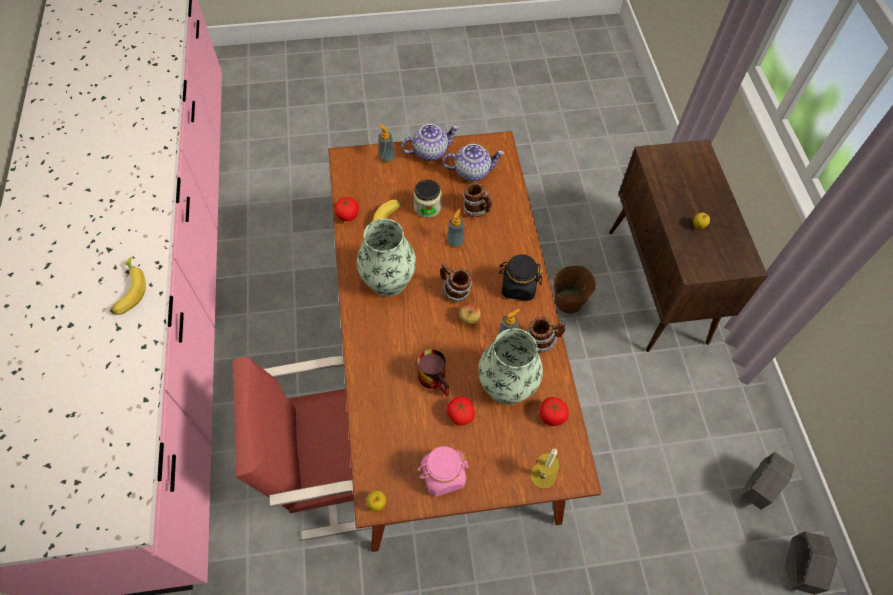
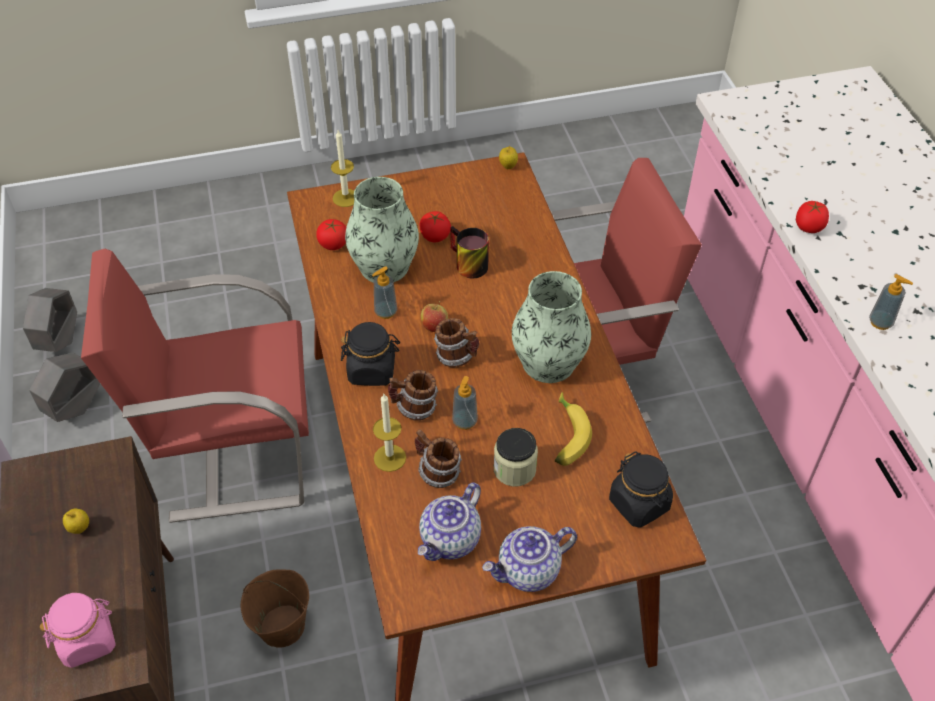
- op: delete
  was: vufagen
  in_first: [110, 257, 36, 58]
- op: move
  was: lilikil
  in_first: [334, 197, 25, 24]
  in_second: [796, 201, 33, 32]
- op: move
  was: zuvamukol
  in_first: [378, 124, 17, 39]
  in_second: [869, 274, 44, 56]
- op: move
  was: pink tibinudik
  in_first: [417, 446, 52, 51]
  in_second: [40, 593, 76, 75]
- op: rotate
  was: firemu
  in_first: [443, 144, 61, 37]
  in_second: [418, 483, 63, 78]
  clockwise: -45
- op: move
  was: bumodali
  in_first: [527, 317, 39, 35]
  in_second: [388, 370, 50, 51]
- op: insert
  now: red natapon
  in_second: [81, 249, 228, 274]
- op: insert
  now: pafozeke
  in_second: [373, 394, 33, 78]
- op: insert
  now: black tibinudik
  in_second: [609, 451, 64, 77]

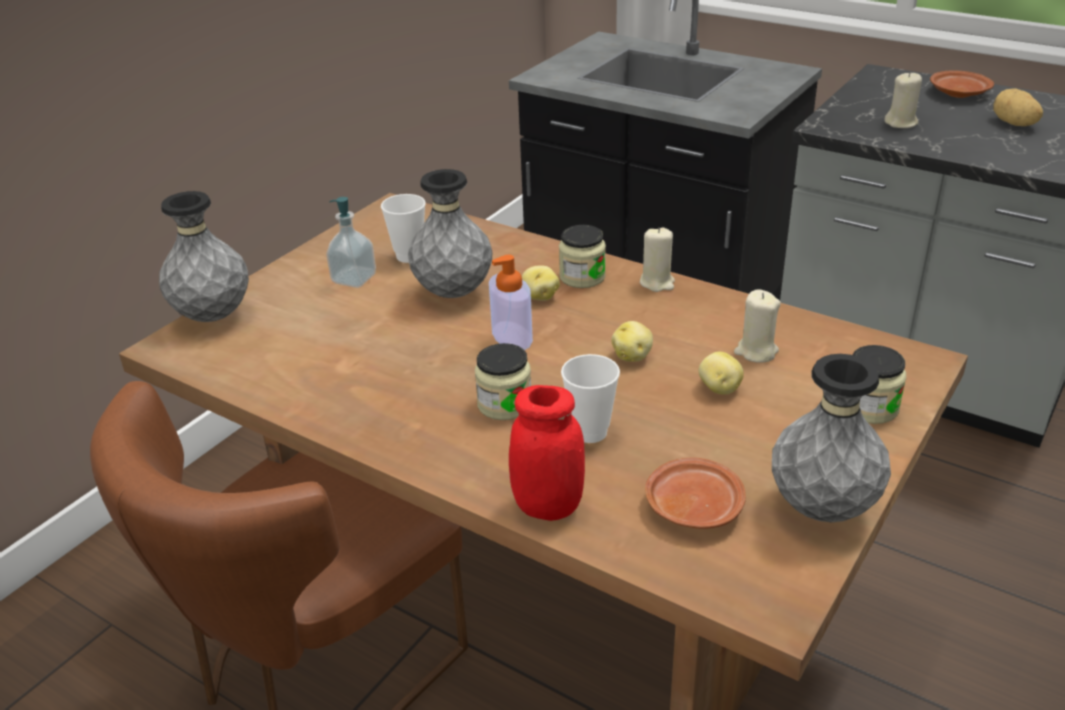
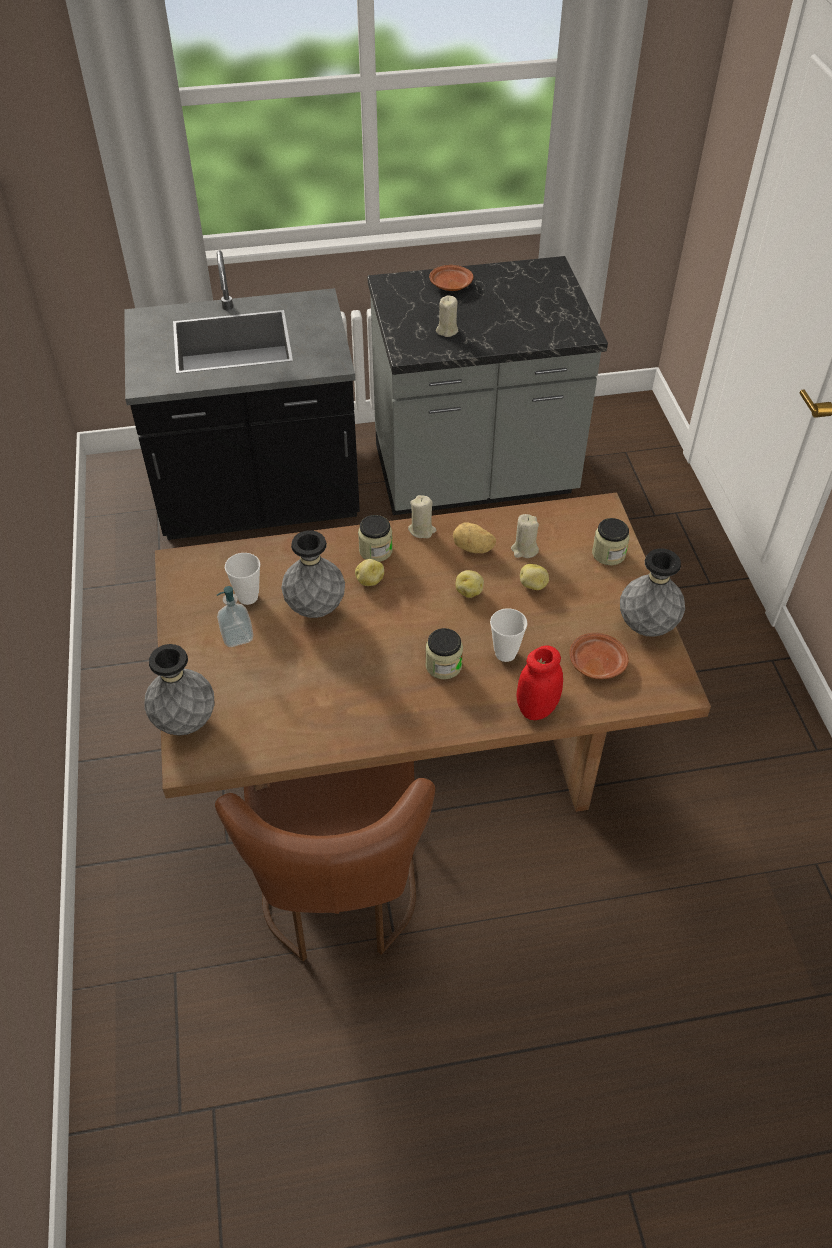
- op: delete
  was: zuvamukol
  in_first: [489, 255, 44, 95]
- op: move
  was: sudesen
  in_first: [993, 88, 50, 38]
  in_second: [453, 522, 43, 31]

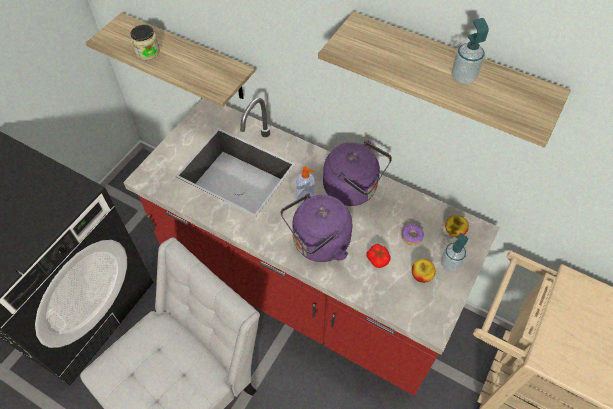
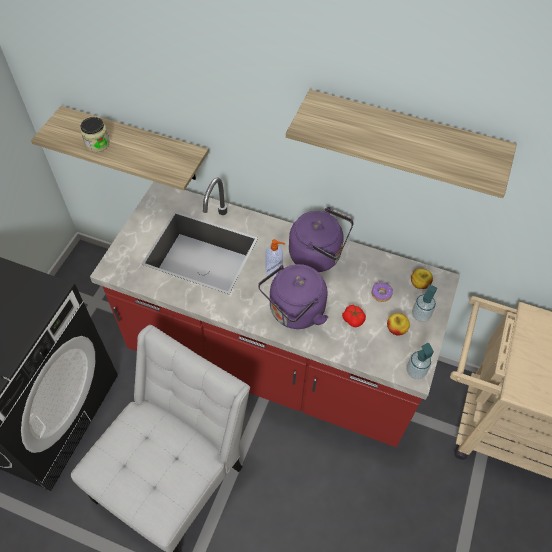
- op: move
  was: zuvamukol
  in_first: [452, 18, 37, 66]
  in_second: [407, 343, 27, 36]

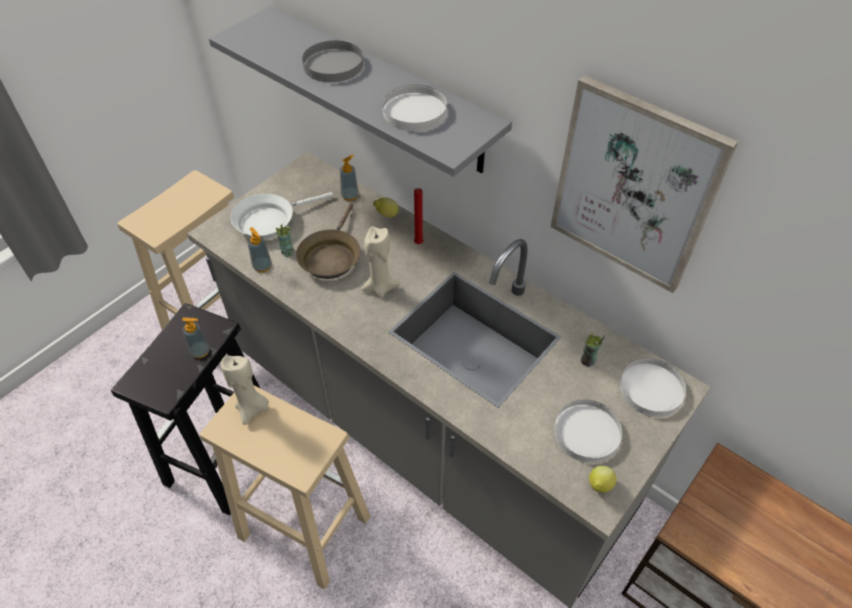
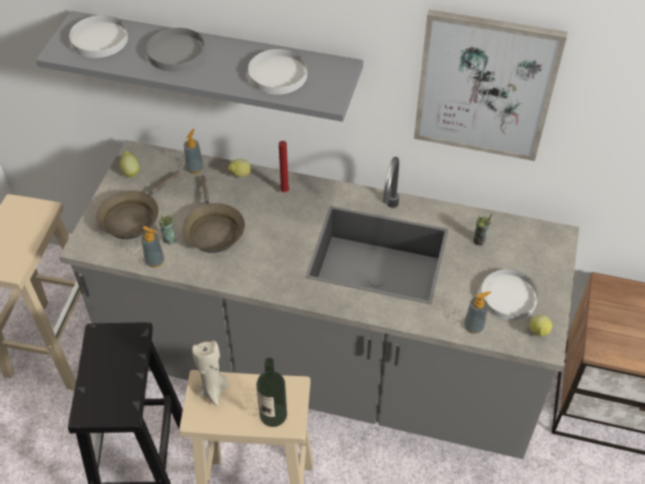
- op: move
  was: zuvamukol
  in_first: [182, 317, 28, 41]
  in_second: [464, 291, 27, 43]
- op: recolor
  was: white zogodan
  now: brown zogodan
  in_first: [231, 192, 102, 47]
  in_second: [96, 171, 85, 68]
- op: delete
  was: beige pafozeke
  in_first: [361, 226, 39, 72]
- op: move
  was: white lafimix
  in_first: [620, 358, 66, 59]
  in_second: [69, 15, 59, 43]
- op: insert
  now: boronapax
  in_second: [120, 151, 20, 27]
- op: insert
  now: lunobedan
  in_second: [256, 358, 31, 69]

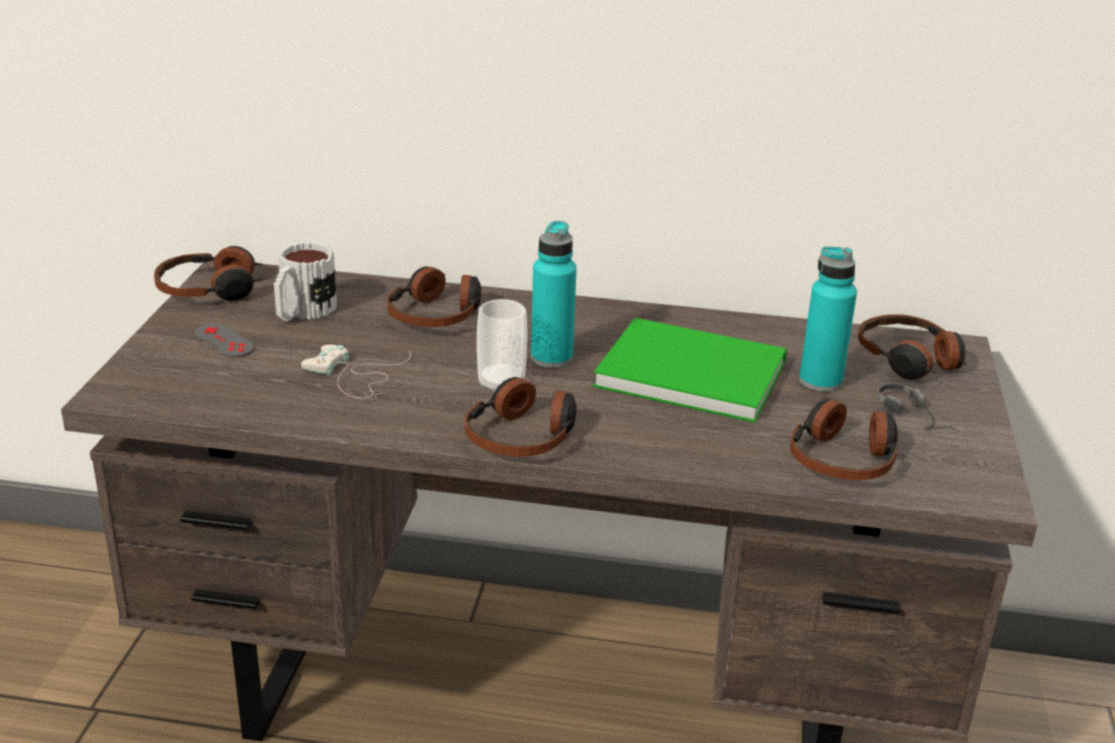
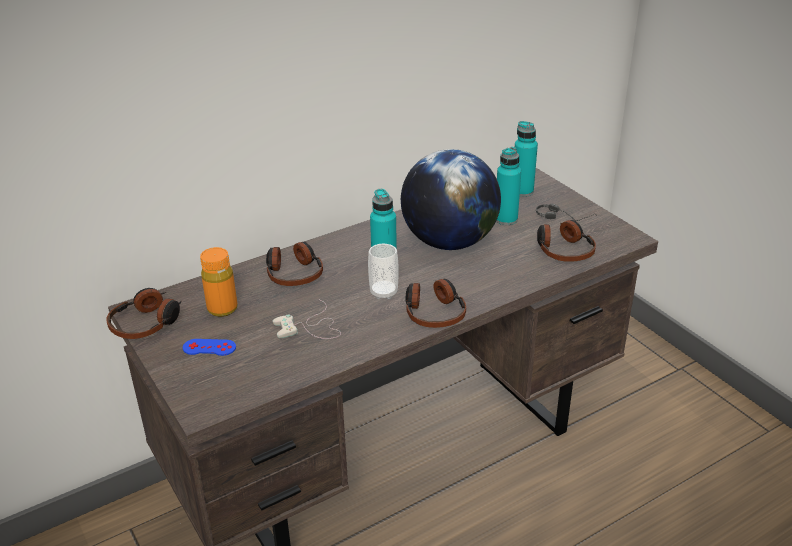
- op: recolor
  was: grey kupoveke
  now: blue kupoveke
  in_first: [194, 323, 60, 35]
  in_second: [183, 339, 53, 17]
- op: replace
  was: bumodali
  now: orange lunobedan
  in_first: [274, 242, 63, 79]
  in_second: [200, 247, 38, 70]
- op: replace
  was: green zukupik
  now: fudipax
  in_first: [593, 318, 194, 105]
  in_second: [401, 149, 100, 101]
- op: replace
  was: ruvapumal
  now: turquoise lunobedan
  in_first: [858, 314, 108, 66]
  in_second: [515, 121, 23, 76]

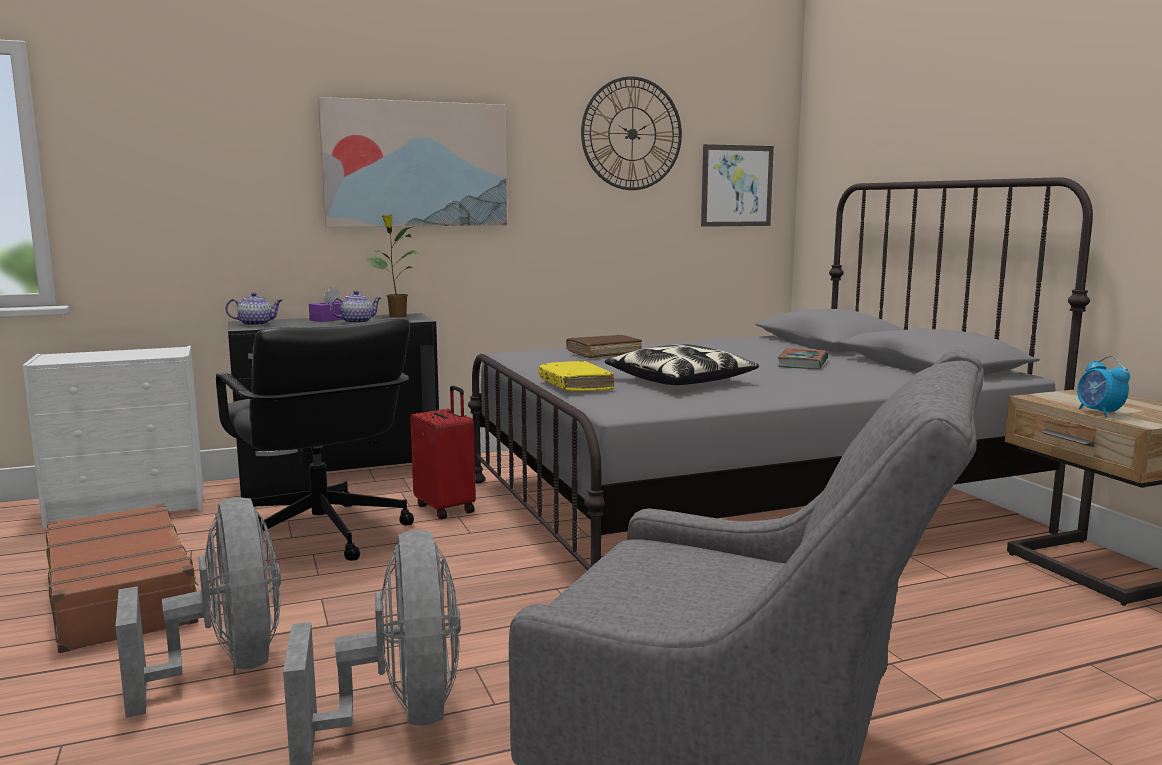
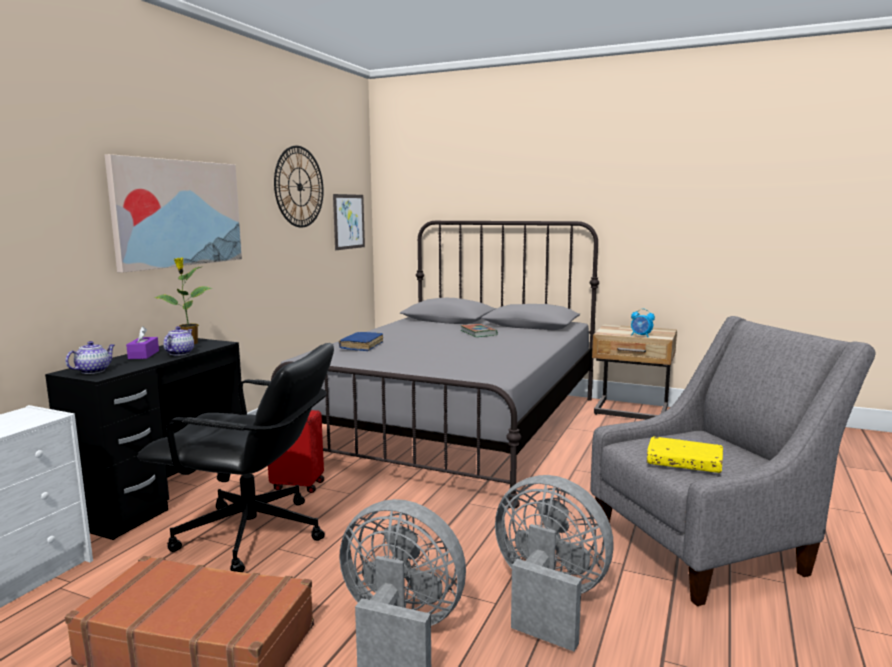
- op: move
  was: yellow zukupik
  in_first: [538, 360, 76, 31]
  in_second: [647, 437, 76, 36]
- op: recolor
  was: brown zukupik
  now: blue zukupik
  in_first: [566, 335, 76, 23]
  in_second: [339, 332, 44, 19]
- op: delete
  was: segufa
  in_first: [605, 344, 154, 41]

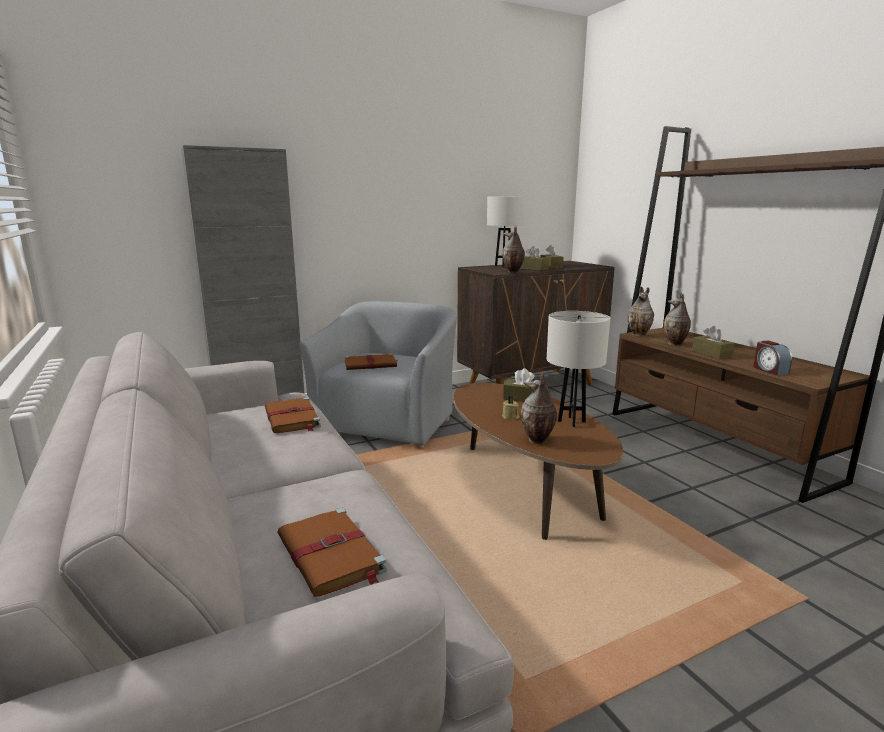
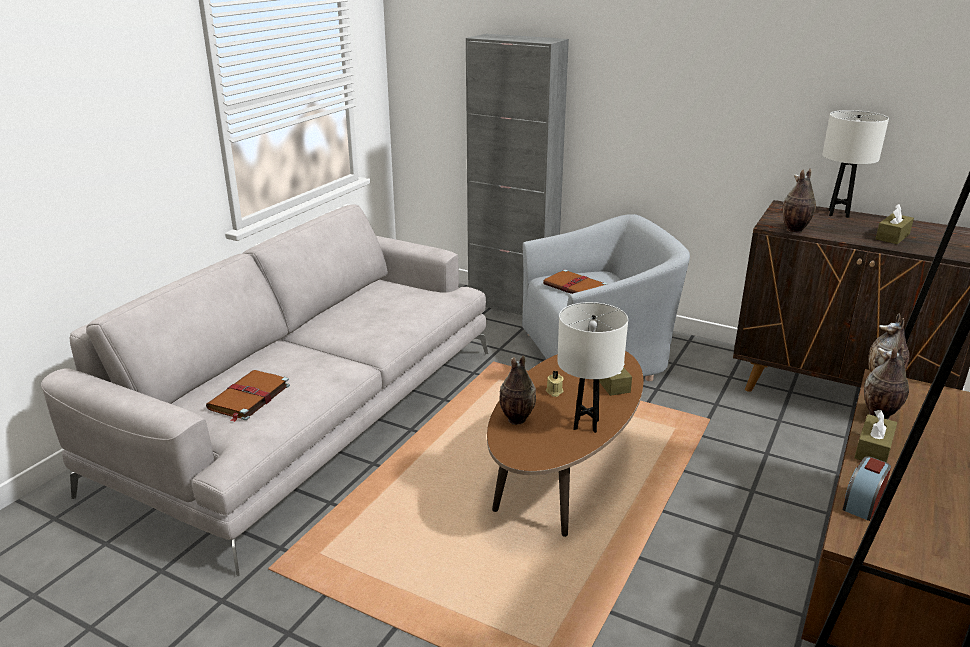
- op: delete
  was: brown zukupik
  in_first: [265, 397, 56, 36]
- op: delete
  was: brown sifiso
  in_first: [520, 246, 29, 25]

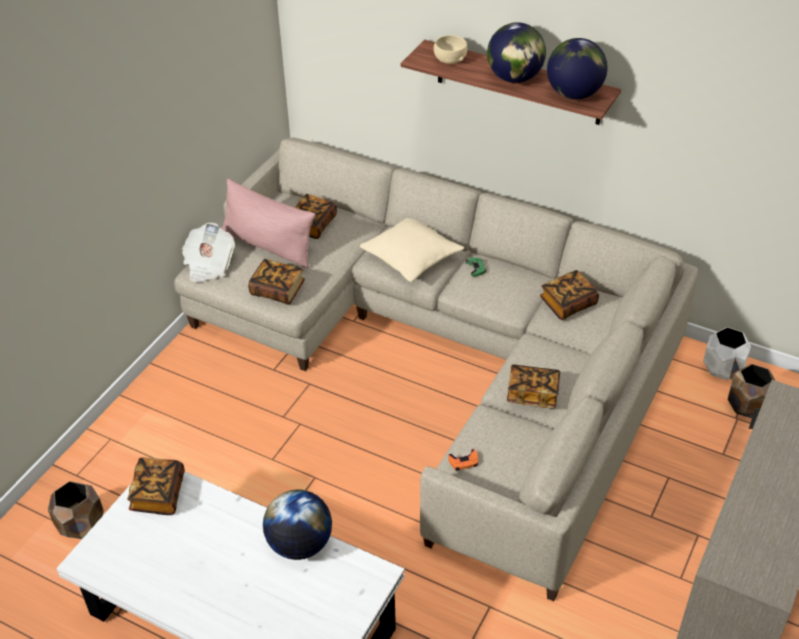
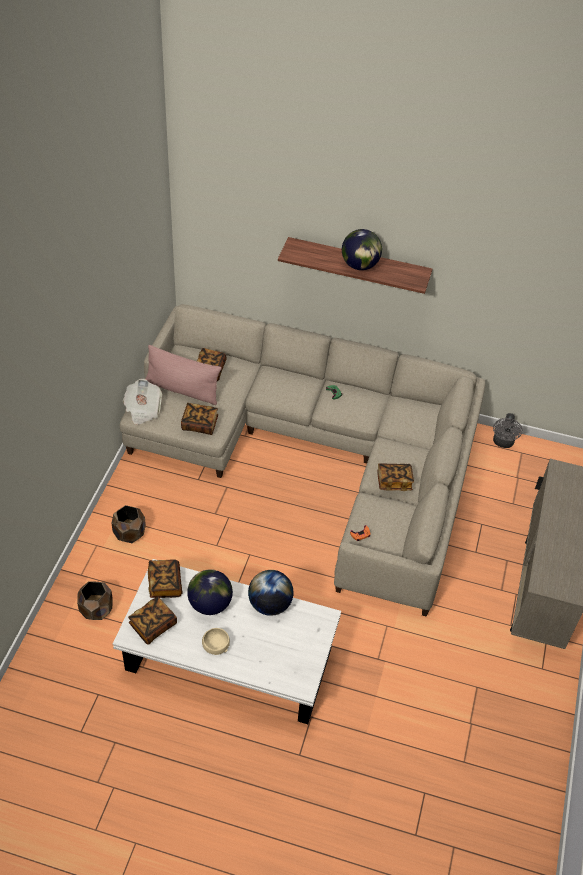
- op: delete
  was: beige segufa
  in_first: [360, 218, 104, 64]
- op: move
  was: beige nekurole
  in_first: [434, 35, 34, 29]
  in_second: [202, 628, 28, 27]
- op: move
  was: zukupik
  in_first: [540, 270, 59, 50]
  in_second: [128, 597, 49, 47]
- op: move
  was: fudipax
  in_first: [547, 38, 61, 61]
  in_second: [187, 569, 46, 46]
- op: replace
  was: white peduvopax
  now: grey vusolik
  in_first: [703, 327, 48, 53]
  in_second: [493, 413, 30, 35]
- op: move
  was: brown peduvopax
  in_first: [728, 364, 47, 54]
  in_second: [111, 505, 35, 38]

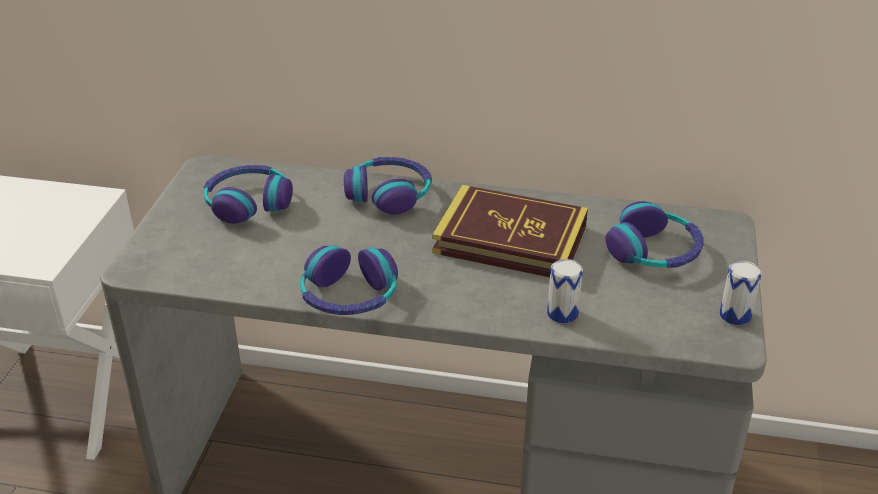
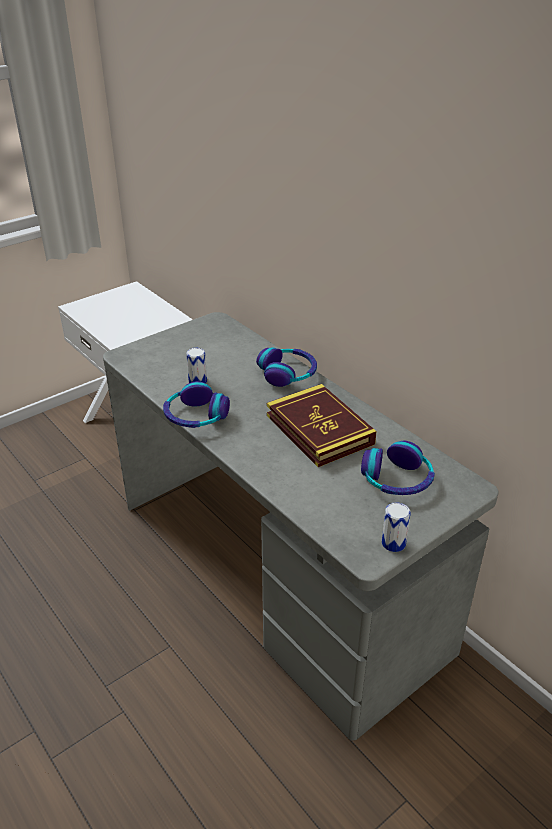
- op: delete
  was: ruvapumal
  in_first: [204, 165, 89, 59]
- op: move
  was: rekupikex
  in_first: [547, 259, 36, 64]
  in_second: [186, 348, 21, 35]

